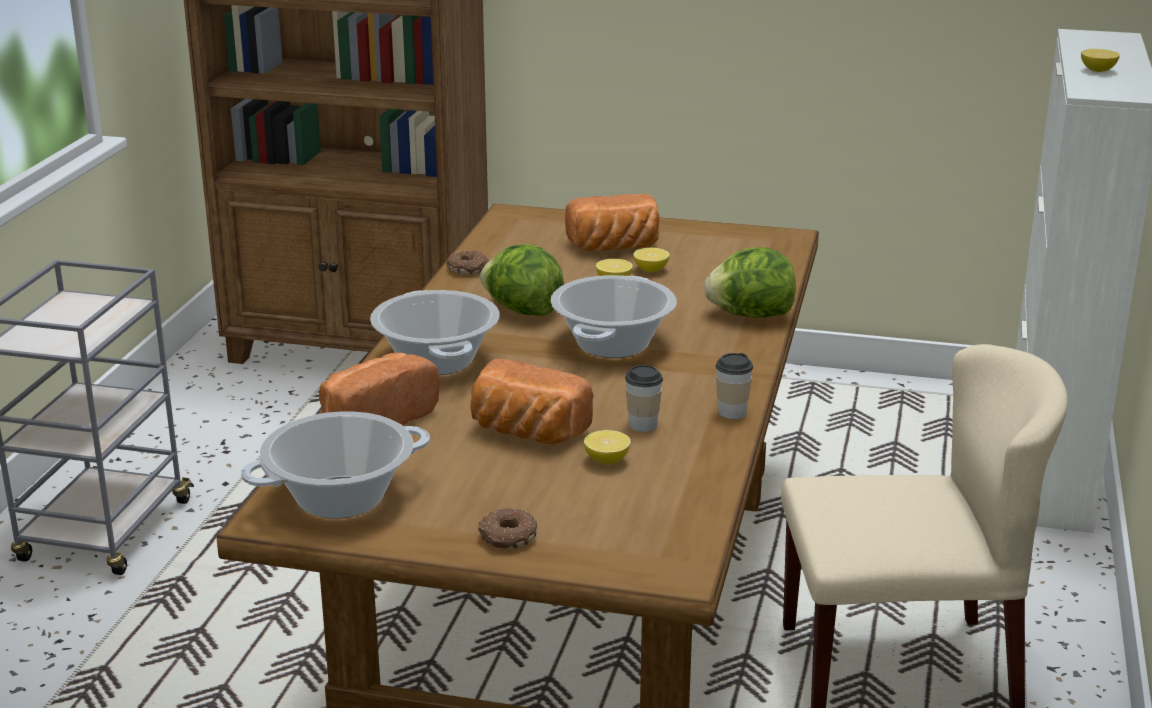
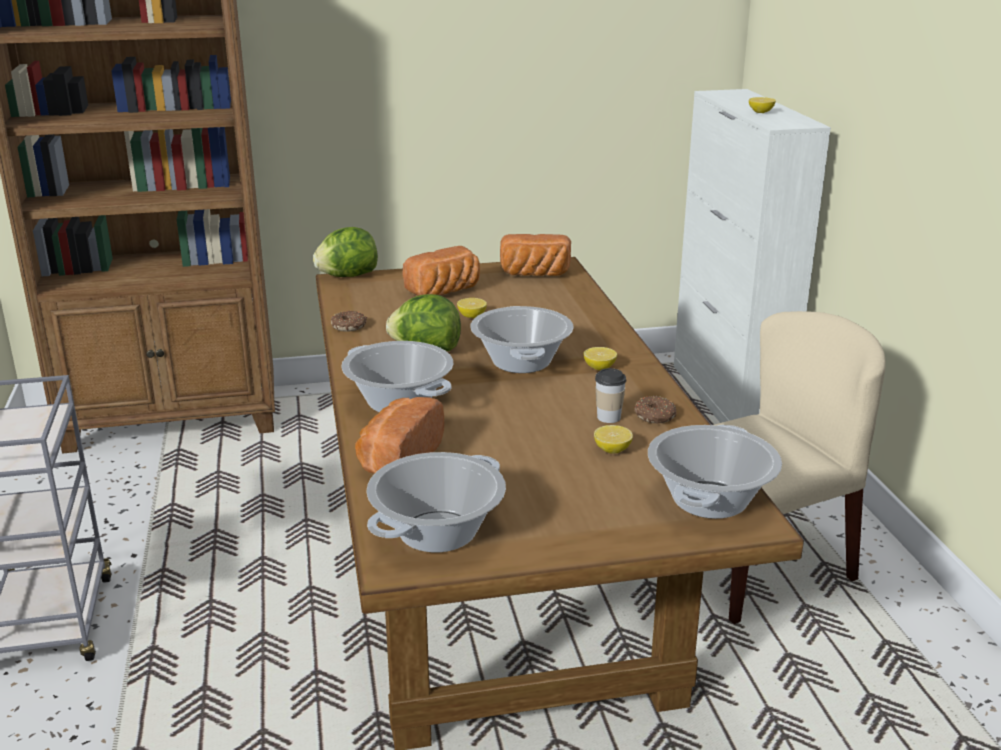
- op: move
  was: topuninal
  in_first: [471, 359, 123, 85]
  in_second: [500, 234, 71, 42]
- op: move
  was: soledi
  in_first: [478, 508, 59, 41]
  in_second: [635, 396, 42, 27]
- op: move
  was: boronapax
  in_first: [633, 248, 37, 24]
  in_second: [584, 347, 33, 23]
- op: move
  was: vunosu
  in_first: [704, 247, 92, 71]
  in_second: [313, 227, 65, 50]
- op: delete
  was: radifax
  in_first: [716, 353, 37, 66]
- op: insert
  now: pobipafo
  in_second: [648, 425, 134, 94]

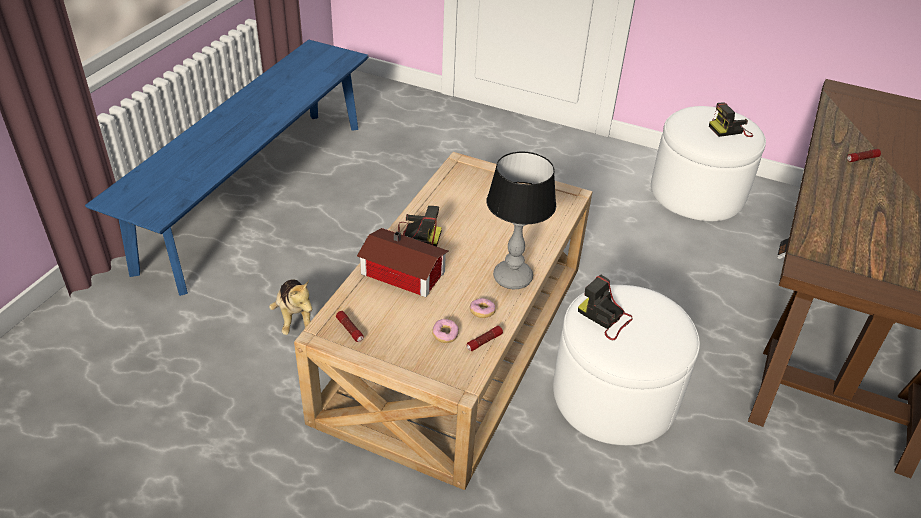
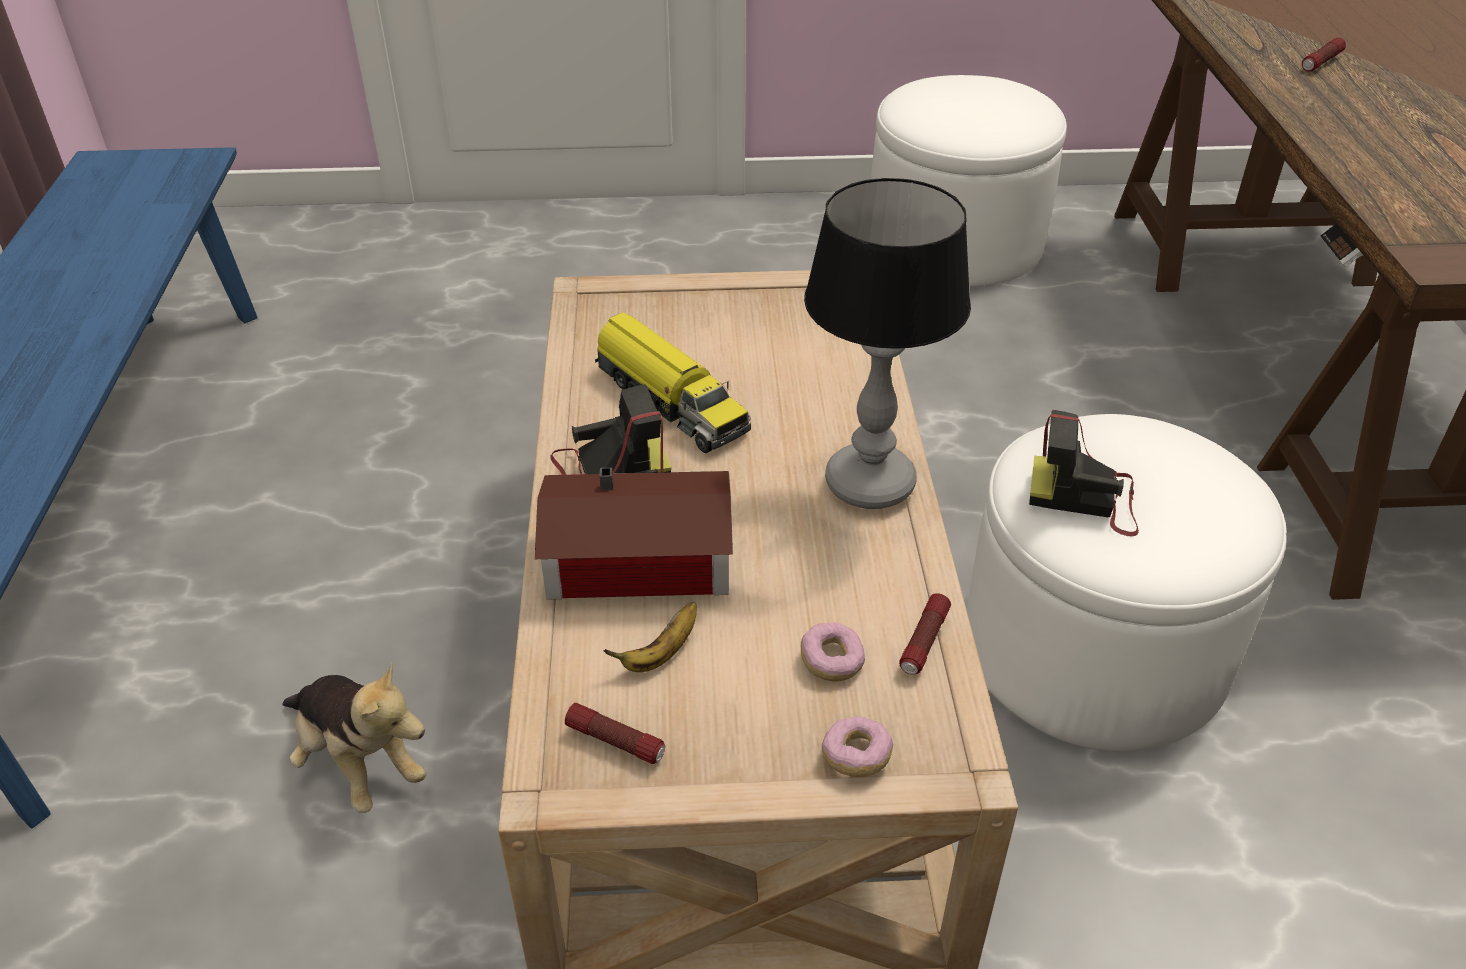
- op: move
  was: soledi
  in_first: [470, 298, 26, 20]
  in_second: [822, 717, 71, 60]
- op: delete
  was: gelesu
  in_first: [709, 103, 44, 34]
- op: insert
  now: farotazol
  in_second: [595, 312, 156, 141]
- op: insert
  now: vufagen
  in_second: [603, 602, 94, 70]

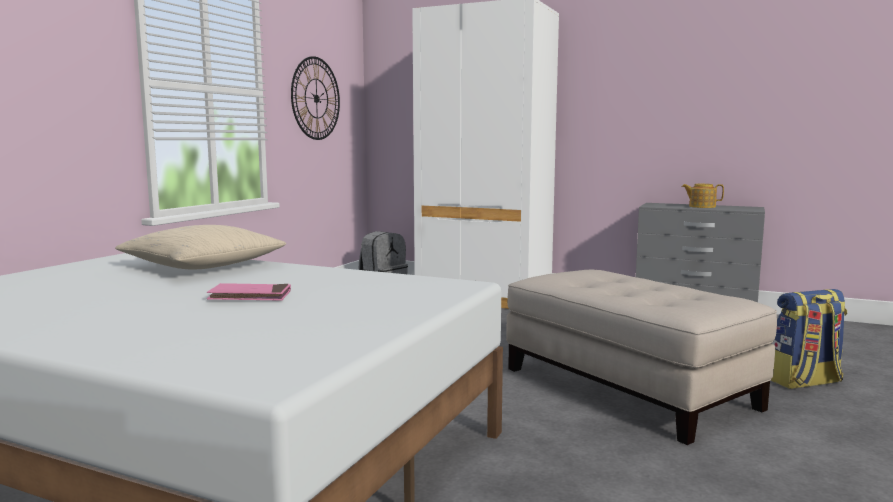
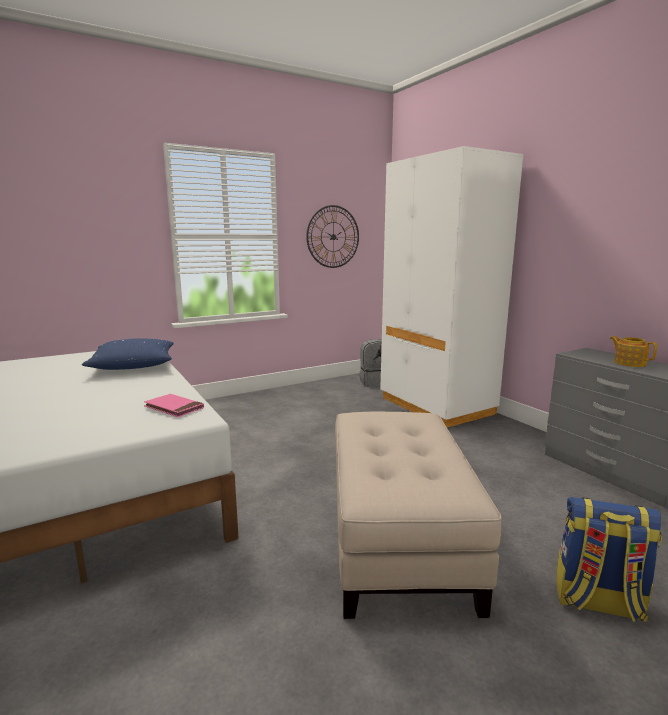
- op: recolor
  was: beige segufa
  now: blue segufa
  in_first: [115, 225, 172, 44]
  in_second: [82, 338, 92, 32]
- op: move
  was: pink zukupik
  in_first: [207, 283, 84, 18]
  in_second: [144, 394, 60, 23]

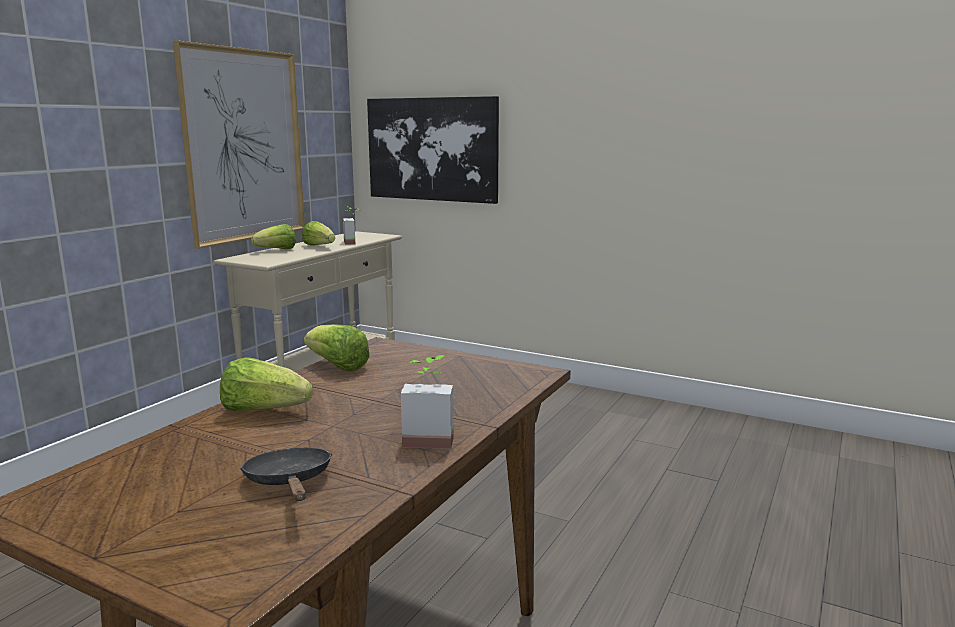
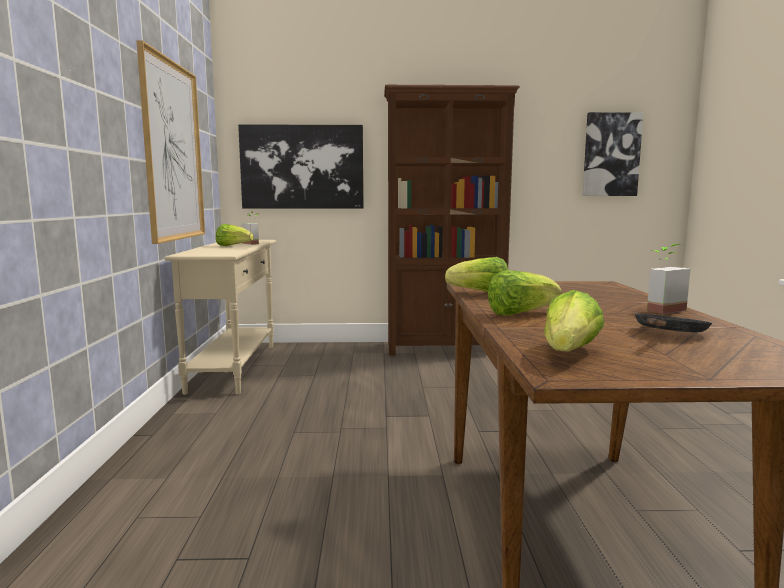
- op: rotate
  was: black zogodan
  in_first: [240, 447, 92, 54]
  in_second: [635, 313, 77, 19]
  clockwise: 90
- op: move
  was: vunosu
  in_first: [251, 224, 45, 25]
  in_second: [544, 290, 60, 62]
- op: insert
  now: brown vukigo
  in_second: [384, 85, 136, 271]
- op: insert
  now: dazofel
  in_second: [583, 112, 60, 84]

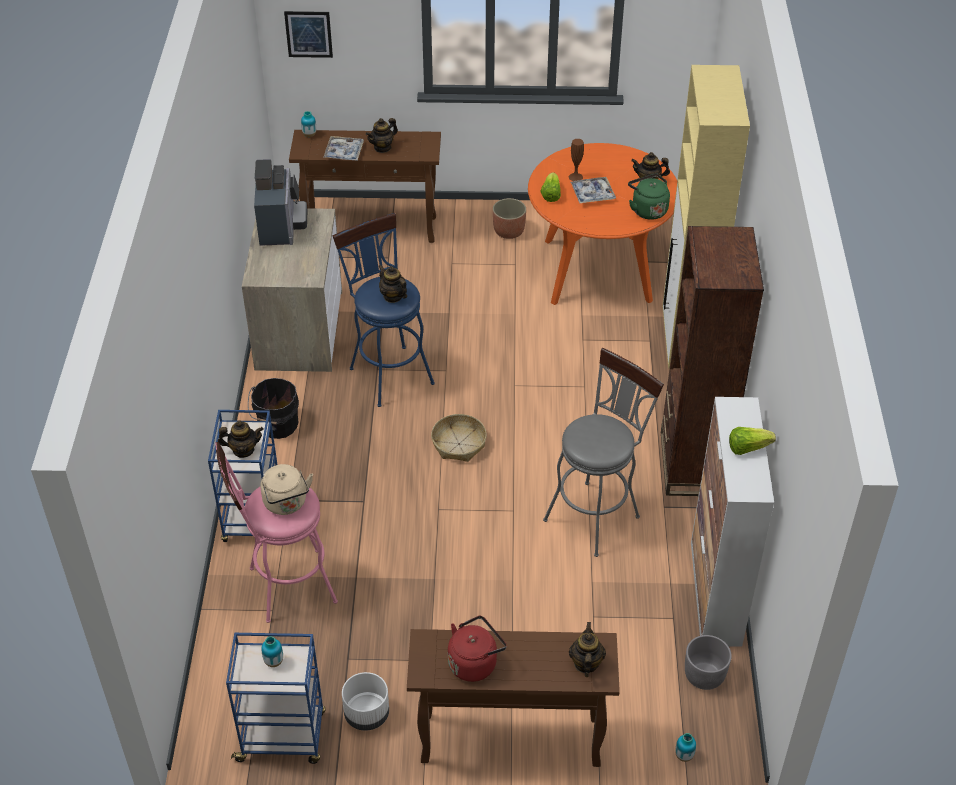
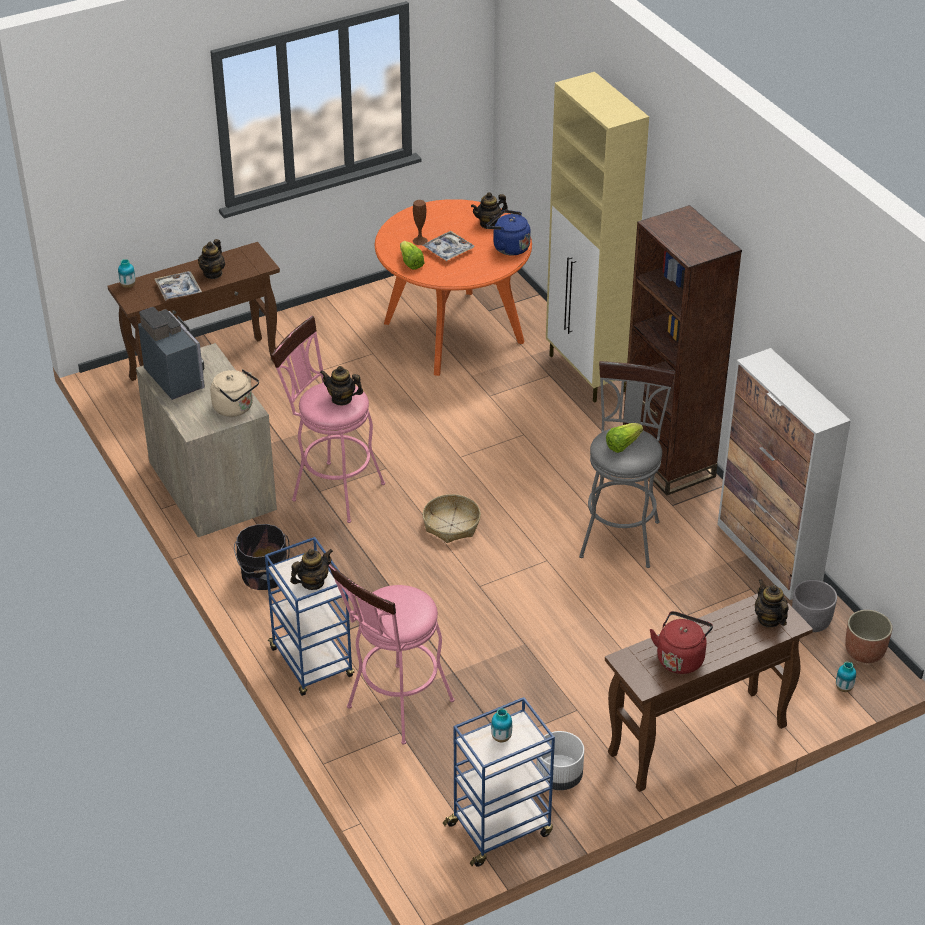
- op: move
  was: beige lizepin
  in_first: [260, 464, 53, 51]
  in_second: [210, 369, 49, 48]
- op: delete
  was: dazofel
  in_first: [284, 11, 49, 47]
- op: recolor
  was: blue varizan
  now: pink varizan
  in_first: [333, 213, 102, 194]
  in_second: [271, 316, 114, 207]
- op: move
  was: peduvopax
  in_first: [493, 198, 33, 41]
  in_second: [845, 610, 47, 53]
- op: recolor
  was: green lizepin
  now: blue lizepin
  in_first: [628, 174, 42, 46]
  in_second: [487, 210, 44, 46]
- op: move
  was: vunosu
  in_first: [729, 427, 47, 28]
  in_second: [606, 423, 37, 30]

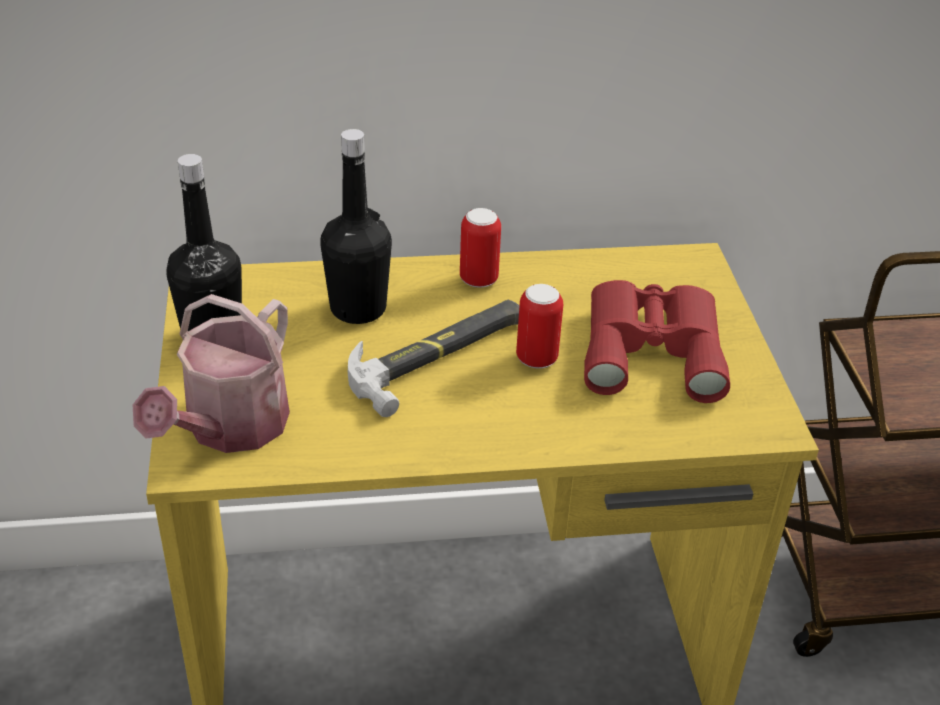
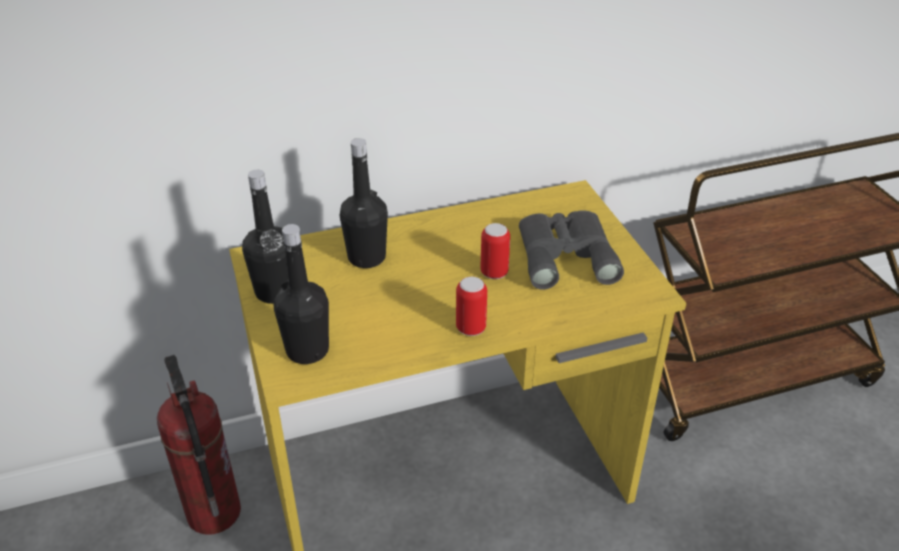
- op: replace
  was: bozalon
  now: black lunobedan
  in_first: [133, 294, 157, 159]
  in_second: [273, 224, 56, 140]
- op: delete
  was: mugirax
  in_first: [348, 300, 171, 117]
- op: move
  was: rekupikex
  in_first: [460, 208, 41, 80]
  in_second: [456, 277, 31, 59]
- op: recolor
  was: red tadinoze
  now: grey tadinoze
  in_first: [584, 280, 146, 123]
  in_second: [519, 210, 105, 80]
- op: insert
  now: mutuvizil
  in_second: [157, 355, 84, 180]

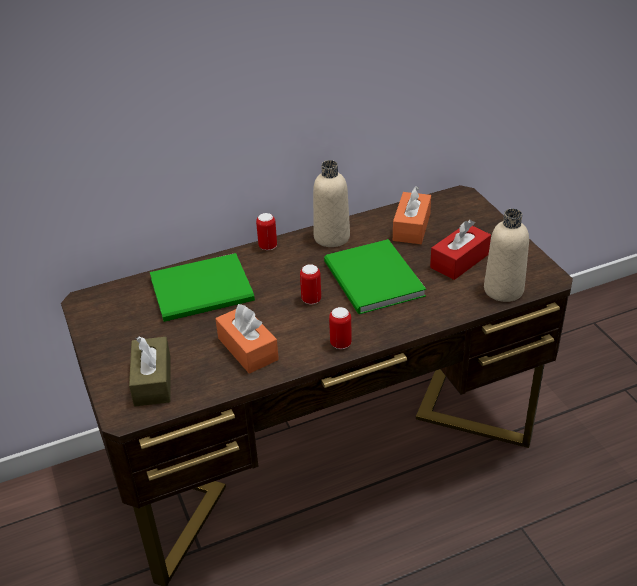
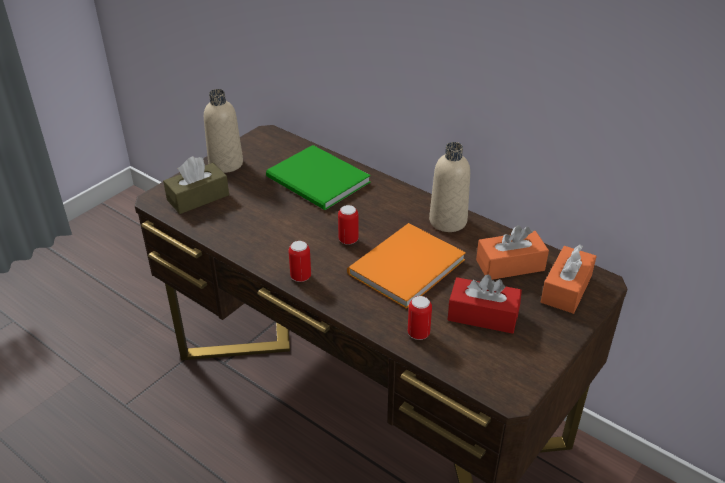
- op: move
  was: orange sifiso
  in_first: [215, 304, 64, 70]
  in_second: [541, 244, 56, 70]
- op: move
  was: rekupikex
  in_first: [256, 213, 21, 37]
  in_second: [408, 296, 24, 44]
- op: recolor
  was: green zukupik
  now: orange zukupik
  in_first: [324, 239, 102, 76]
  in_second: [347, 223, 119, 86]
- op: move
  was: beige lunobedan
  in_first: [484, 209, 45, 93]
  in_second: [204, 89, 39, 84]

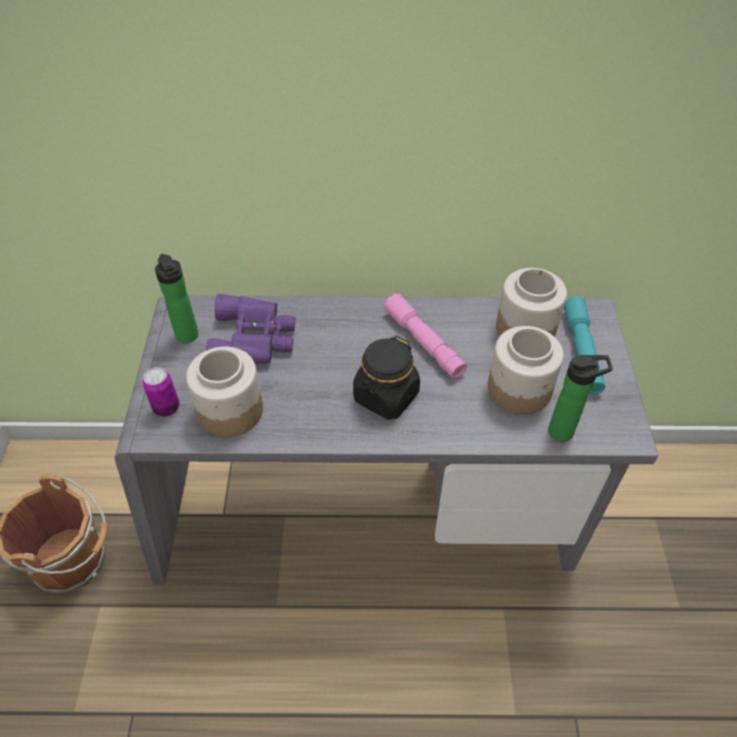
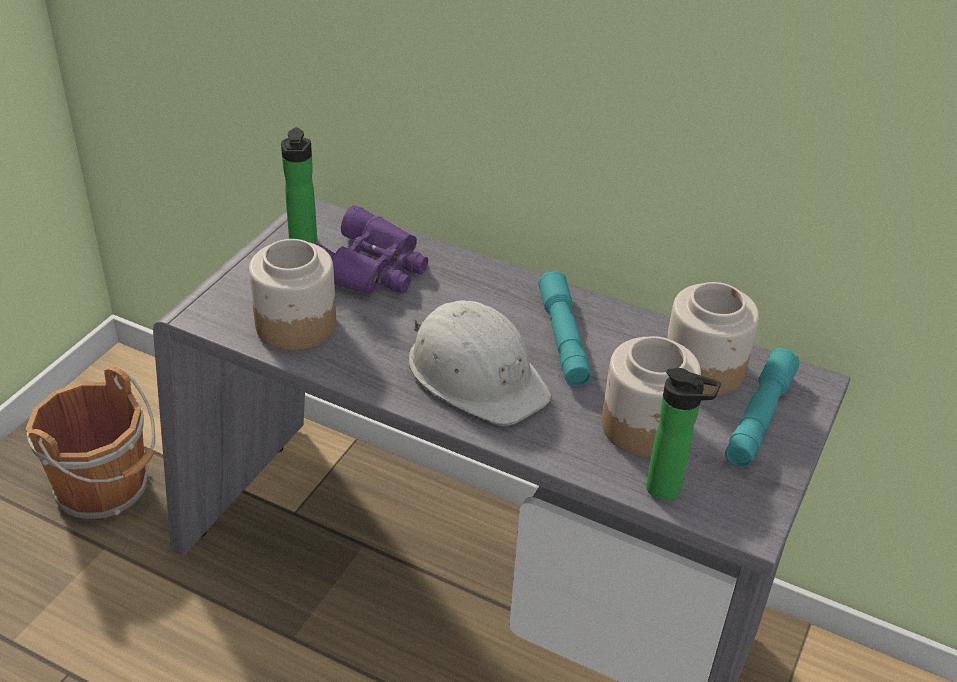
- op: delete
  was: rekupikex
  in_first: [143, 367, 36, 50]
- op: replace
  was: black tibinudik
  now: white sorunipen
  in_first: [353, 336, 67, 84]
  in_second: [409, 300, 142, 125]
- op: recolor
  was: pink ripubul
  now: turquoise ripubul
  in_first: [384, 294, 83, 85]
  in_second: [538, 271, 53, 115]

